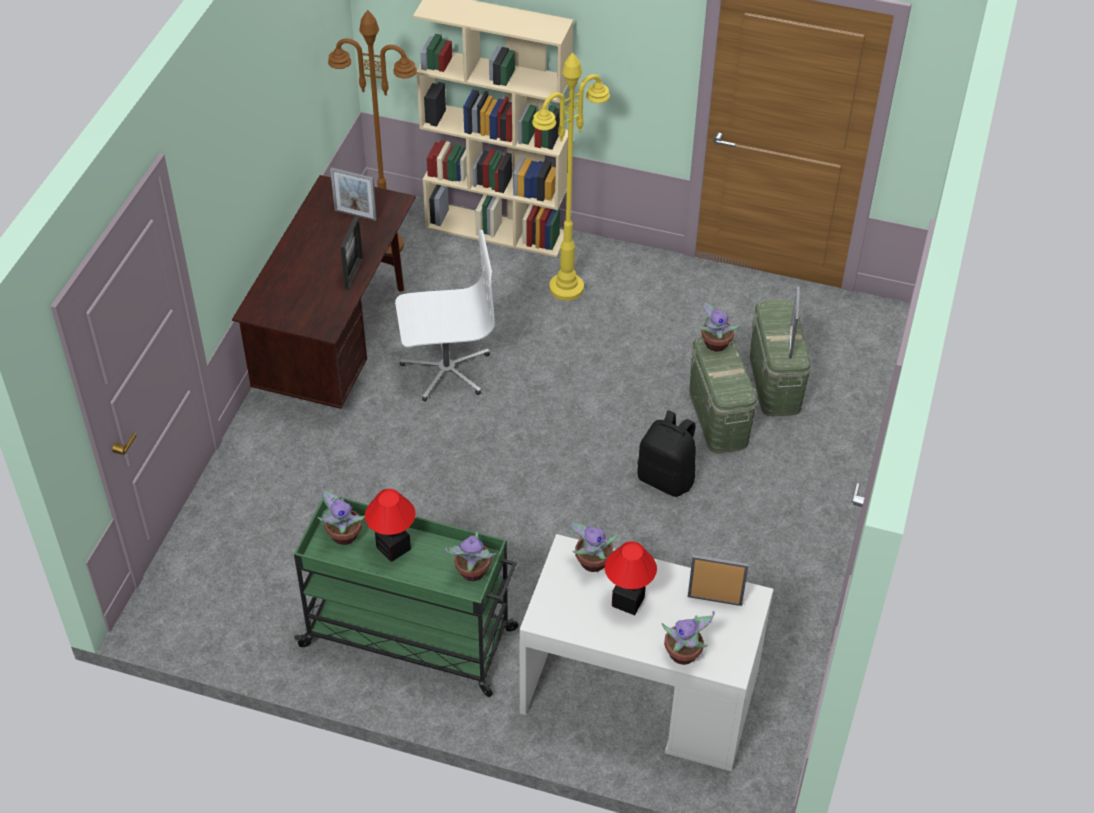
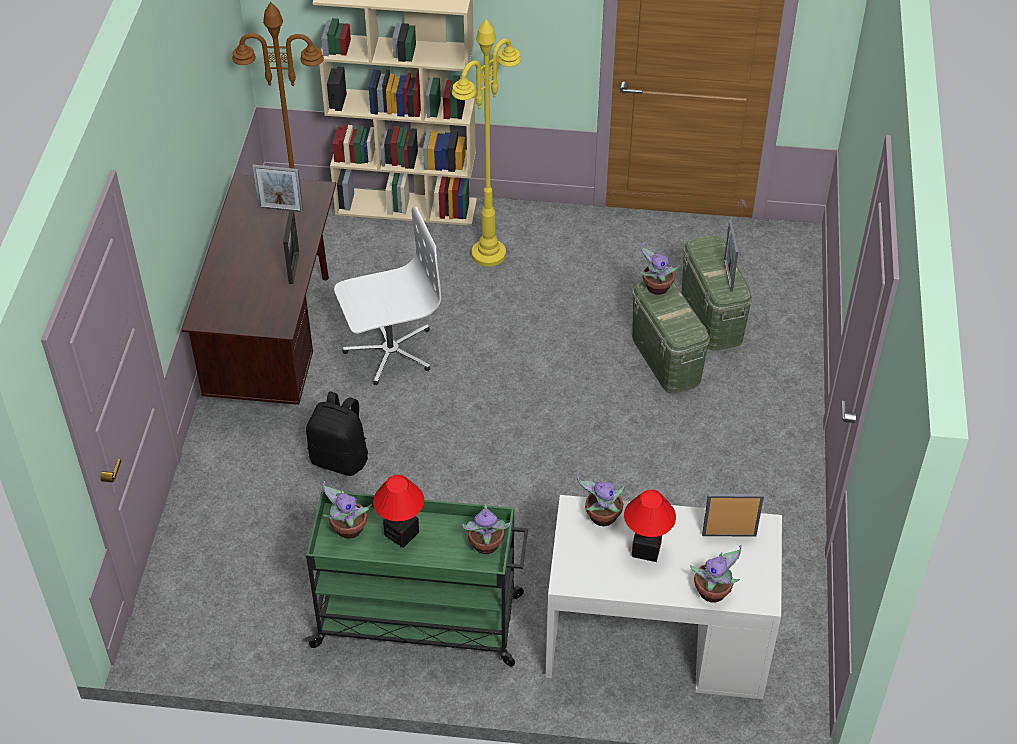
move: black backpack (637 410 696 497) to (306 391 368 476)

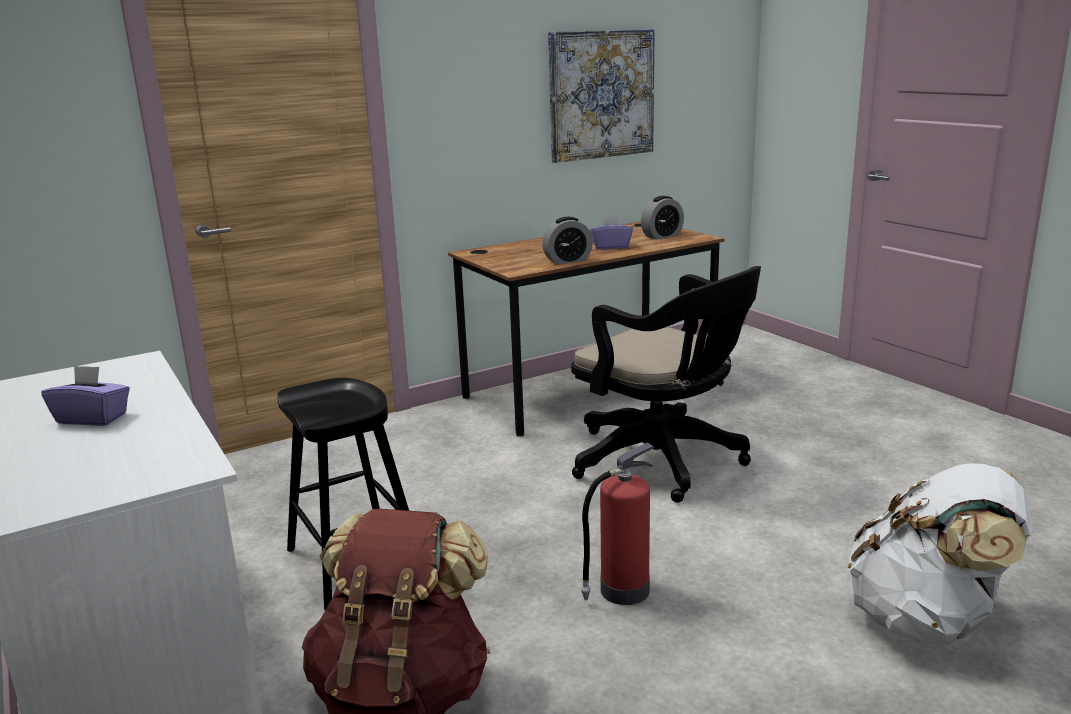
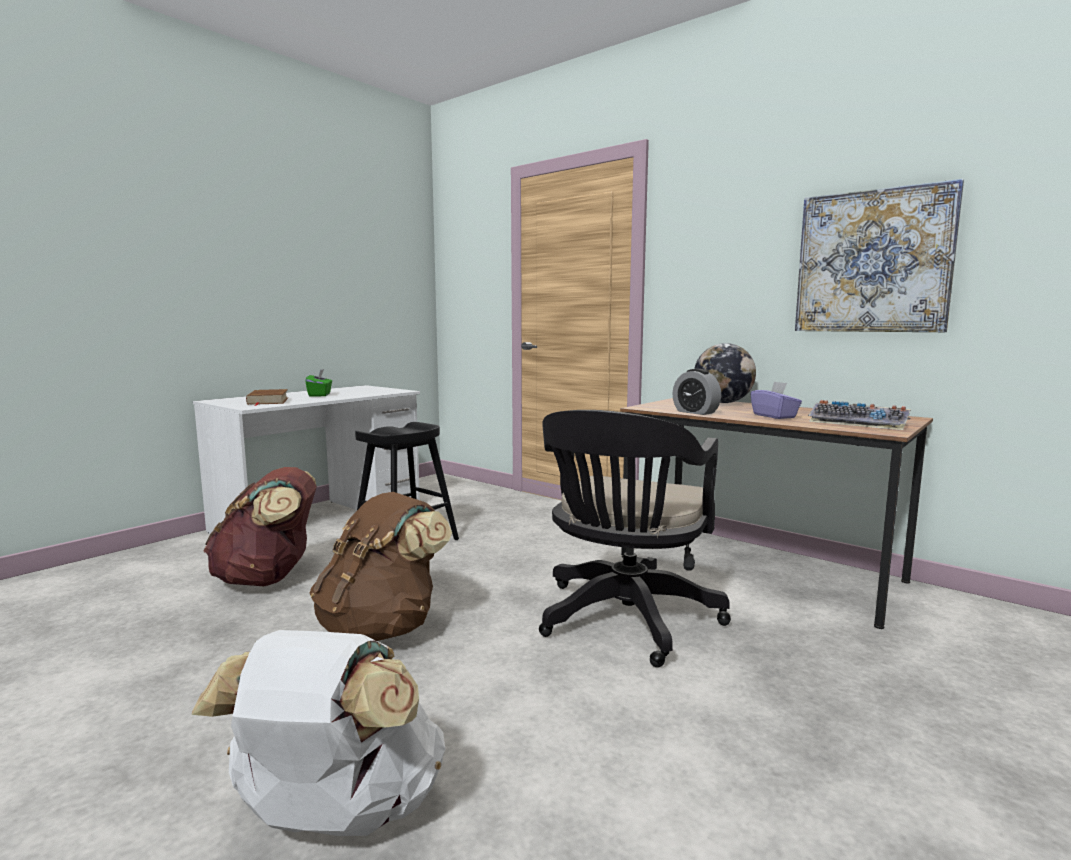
insert: brown book (246 389 288 406); globe (694 343 756 403)
replace: fire extinguisher (580 442 655 605) to brown backpack (310 492 452 641); alarm clock (641 196 684 239) to keyboard (808 400 911 430)
recolor: purple tissue box (41 365 130 426) to green tissue box (305 369 332 397)

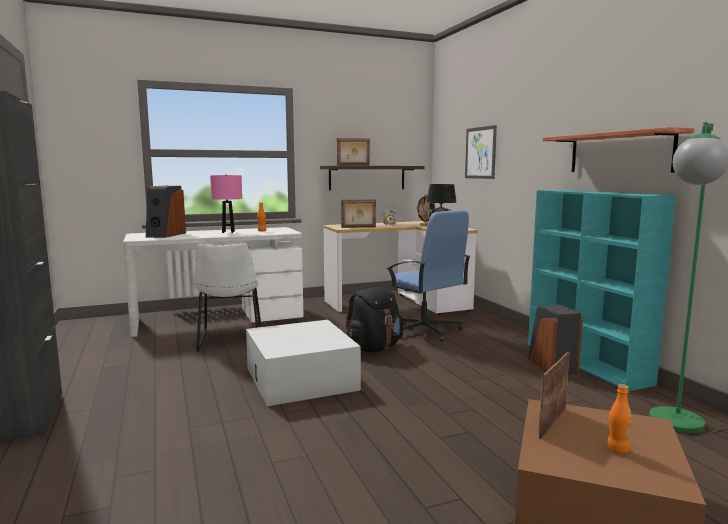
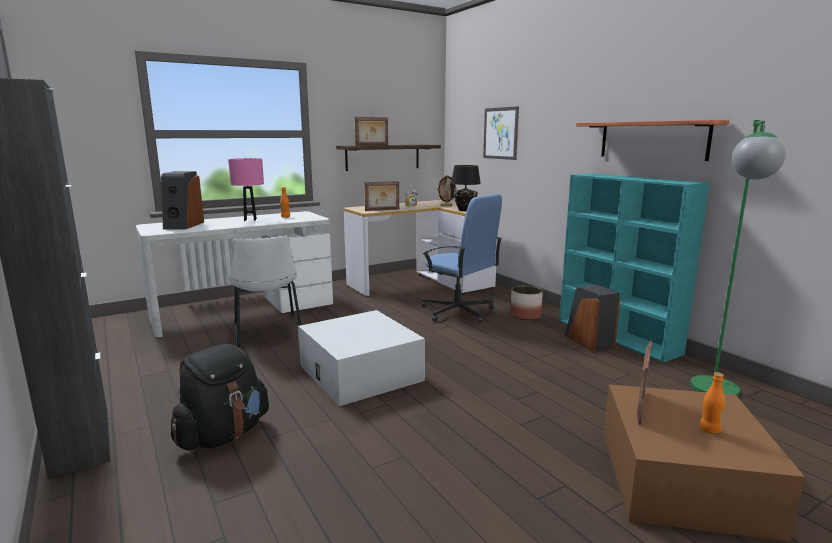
insert: planter (510 286 543 320)
move: black backpack (346 287 403 352) to (171 344 269 450)

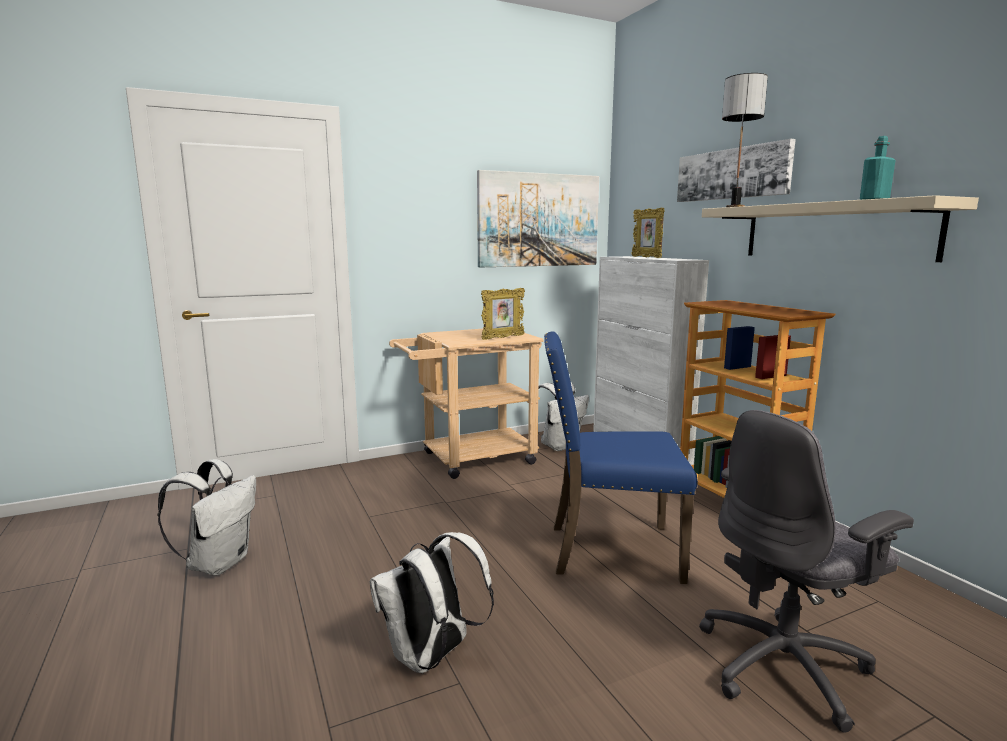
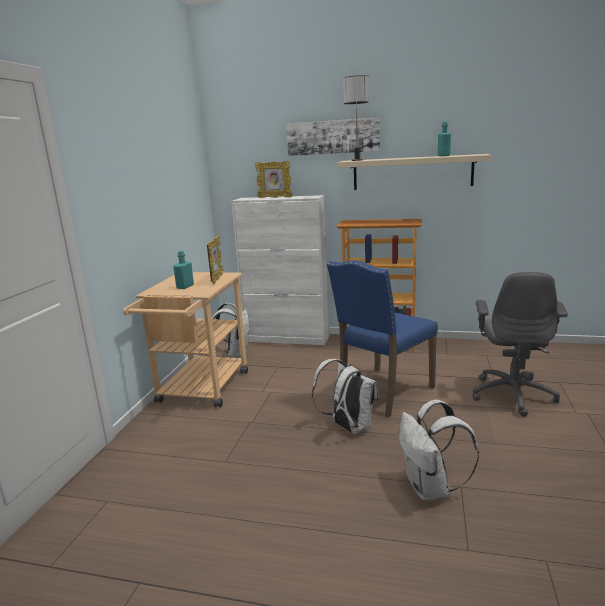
delete: picture (477 170 599 267)
insert: turquoise bottle (173 251 194 289)
move: white backpack (157 459 256 576) to (312 359 379 434)

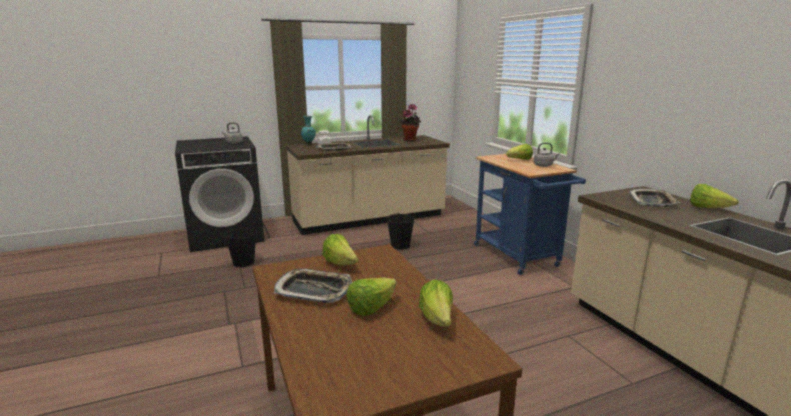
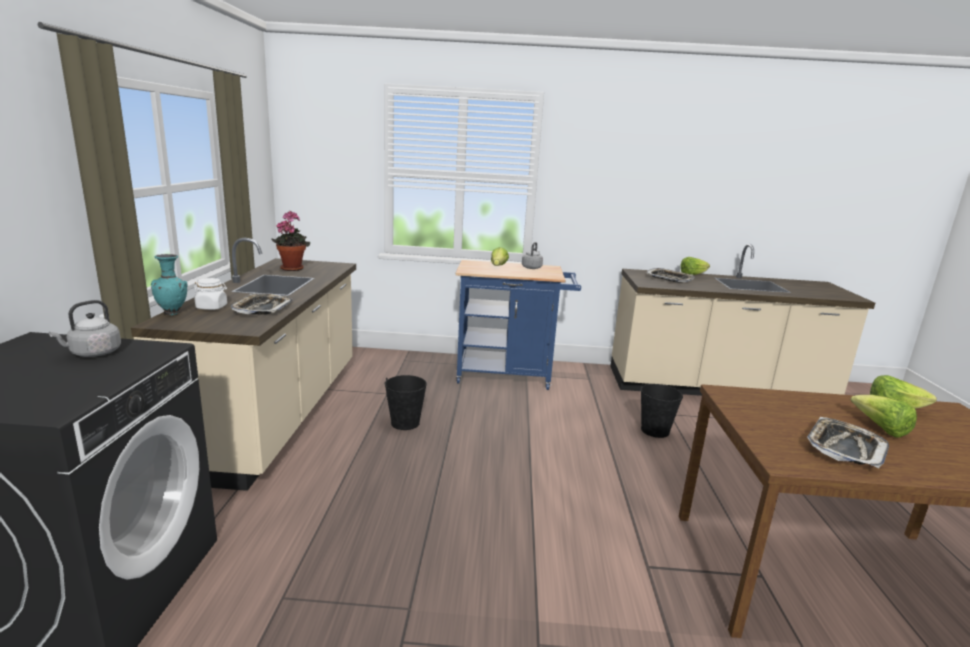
delete: lettuce (322 234 359 265)
move: black bucket (224 226 256 267) to (641 384 683 438)

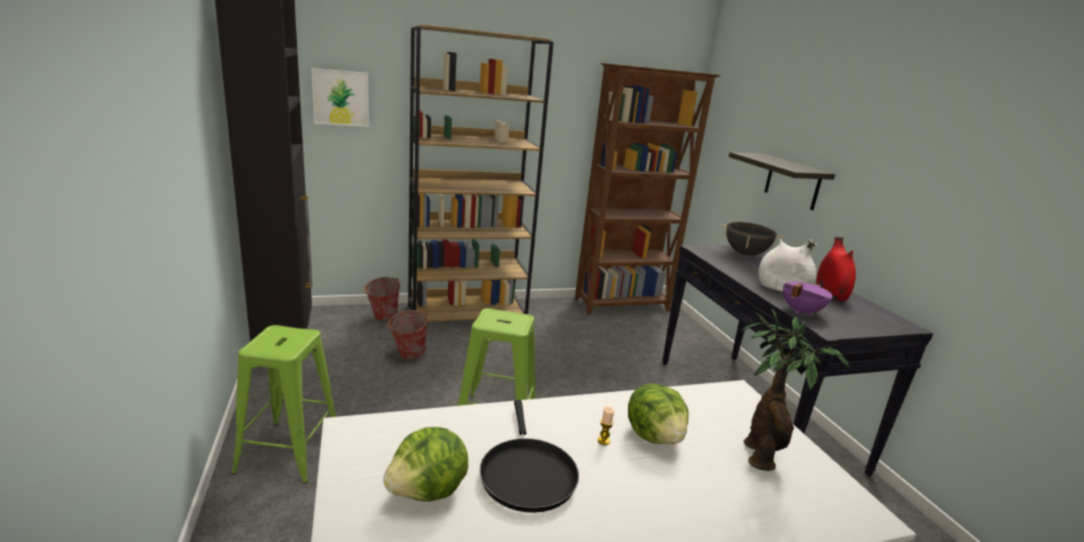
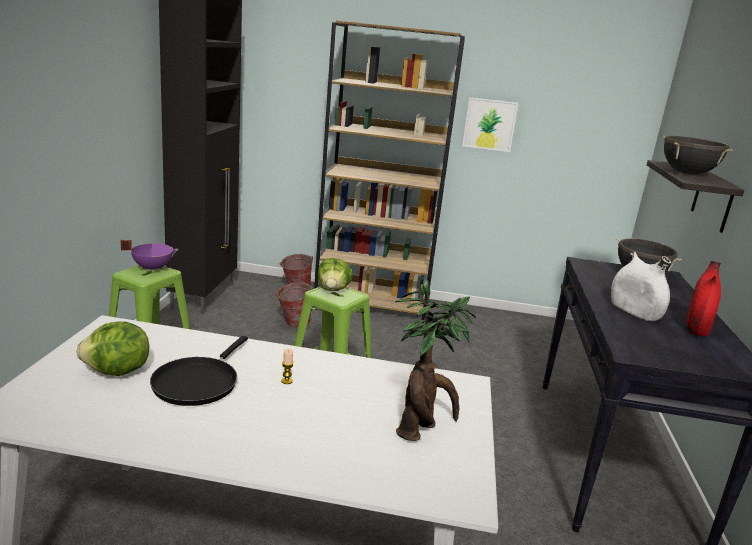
delete: brown bookcase (575 63 721 315)
insert: black cooking pot (663 136 733 175)
move: picture (311 68 369 127) to (462 97 518 152); lettuce (628 383 688 444) to (318 258 353 291); purple cooking pot (783 282 833 315) to (121 240 179 272)

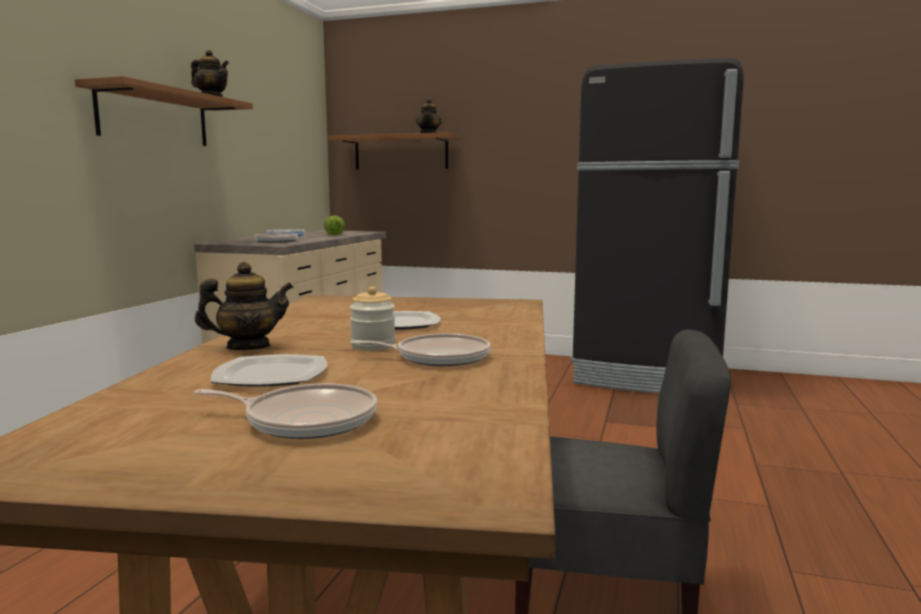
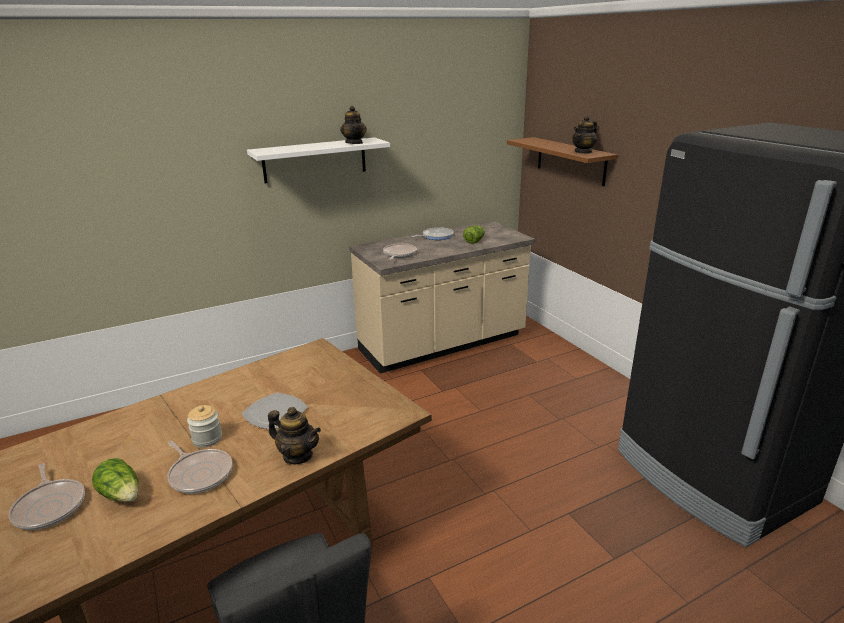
delete: plate (211 354 327 387)
insert: lettuce (92 458 139 502)
move: teapot (195 262 294 350) to (268 407 321 464)
recolor: brown shelf (75 76 253 146) to white shelf (247 137 390 183)

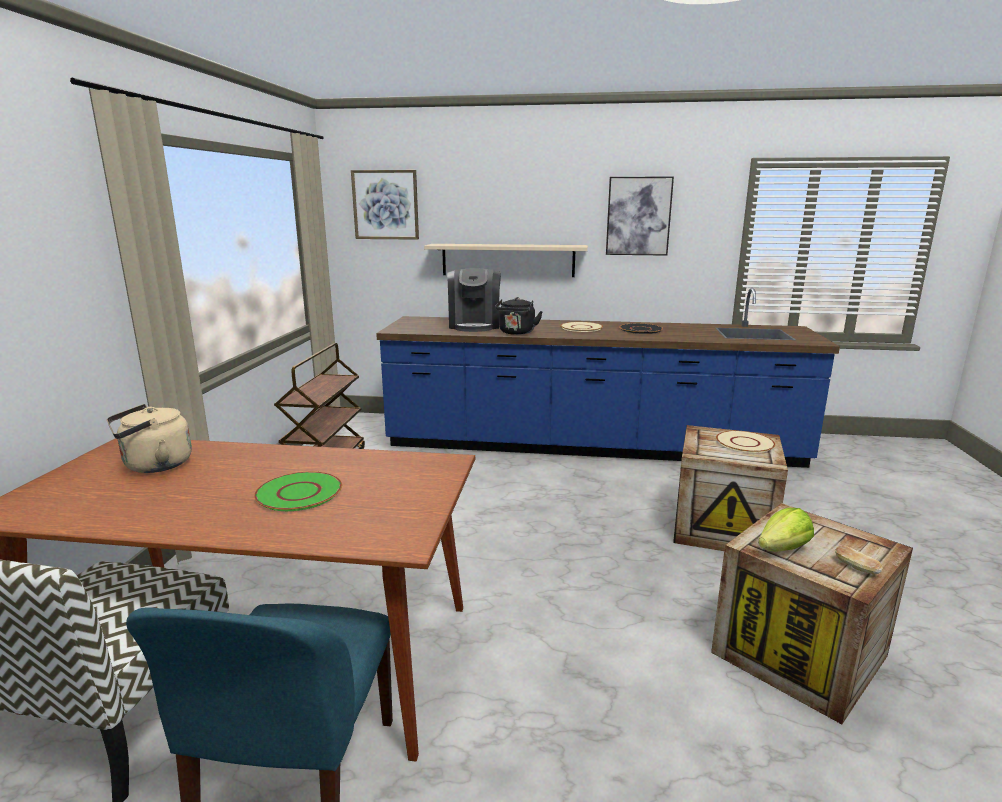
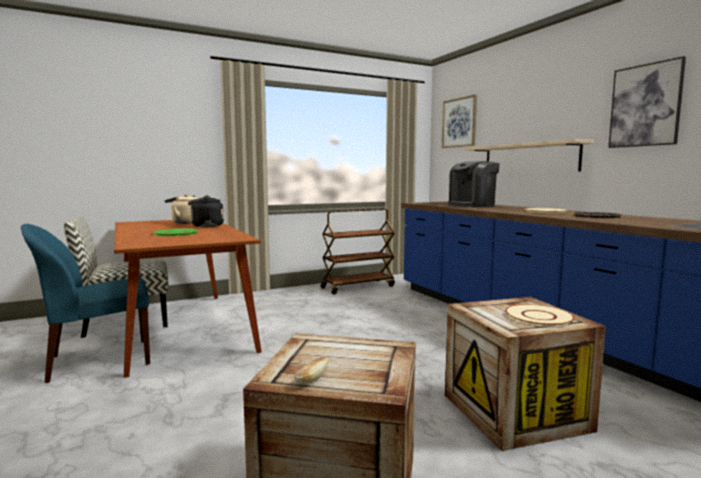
delete: lettuce (758 508 814 552)
move: black kettle (495 297 543 335) to (188 196 224 227)

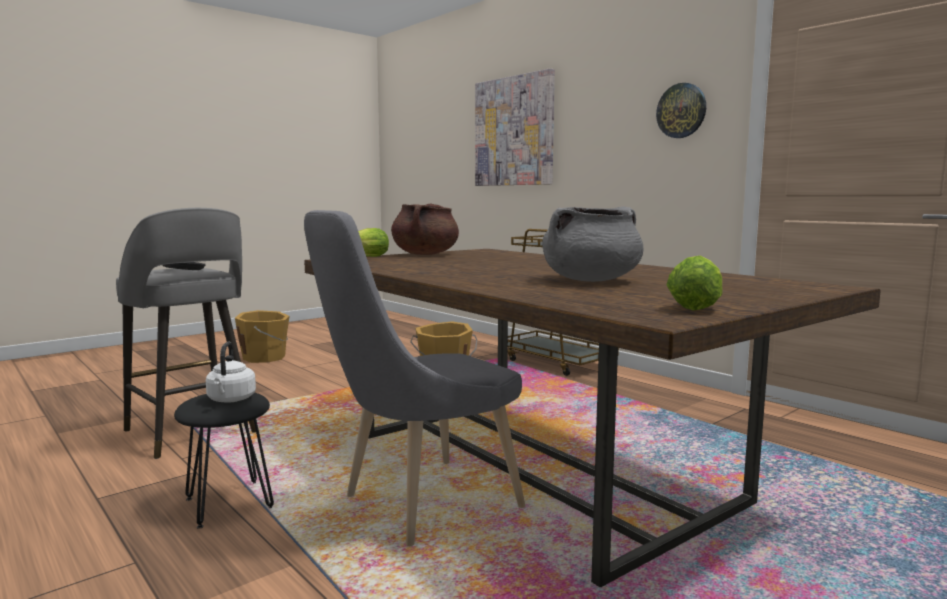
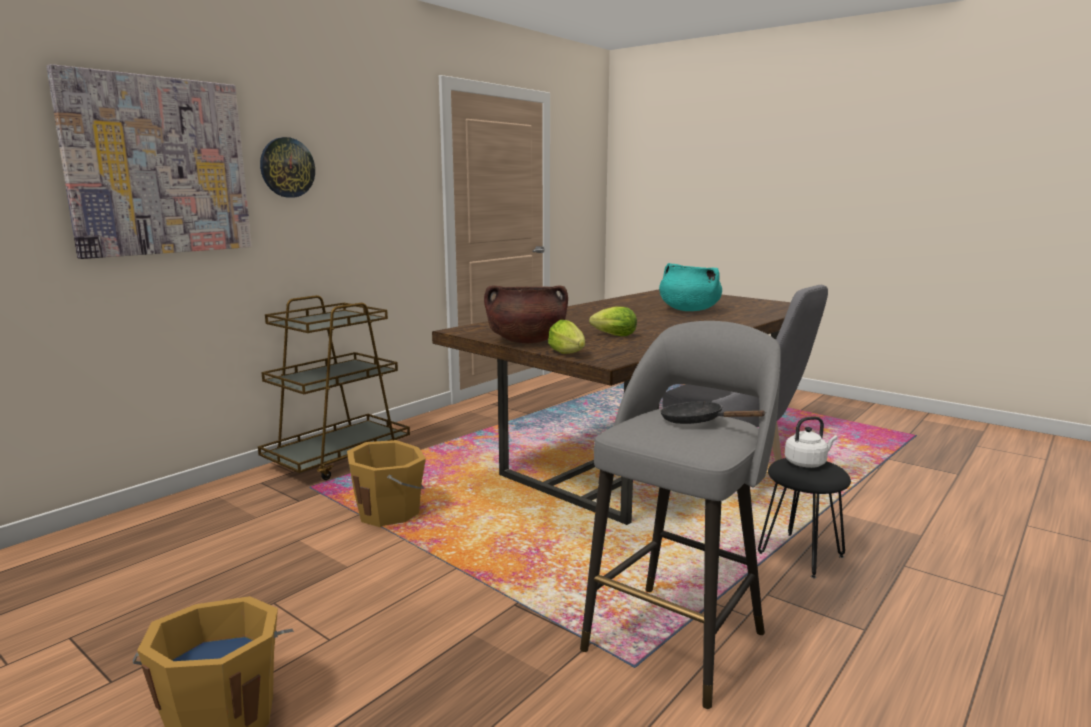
move: wall clock (656 83 706 138) to (260 137 315 198); lettuce (667 255 723 310) to (589 307 637 336)
recolor: grey cooking pot (542 206 643 282) to turquoise cooking pot (659 263 722 311)

